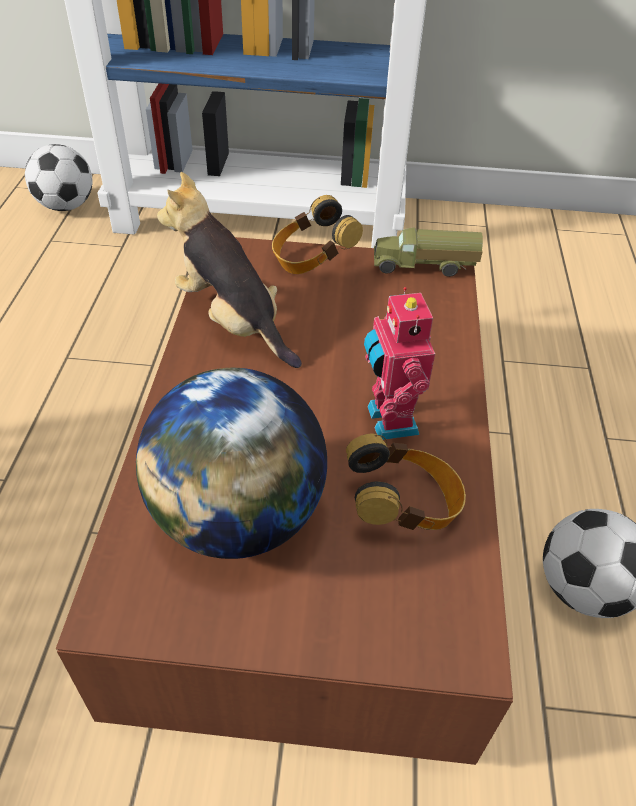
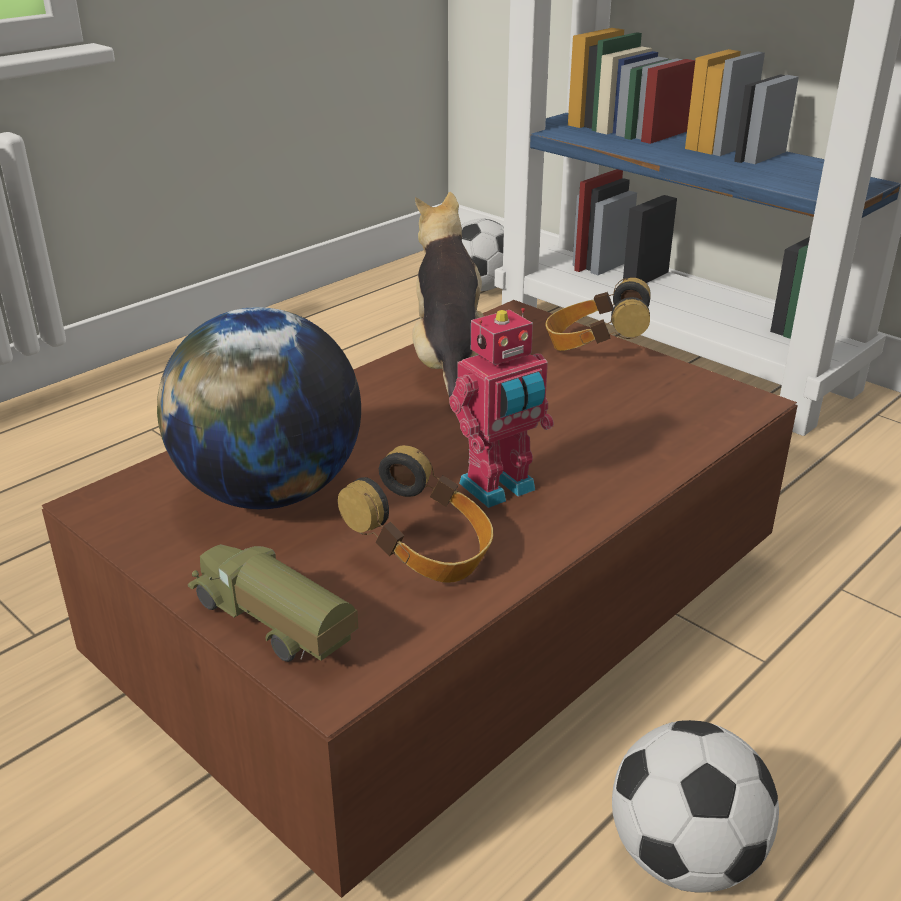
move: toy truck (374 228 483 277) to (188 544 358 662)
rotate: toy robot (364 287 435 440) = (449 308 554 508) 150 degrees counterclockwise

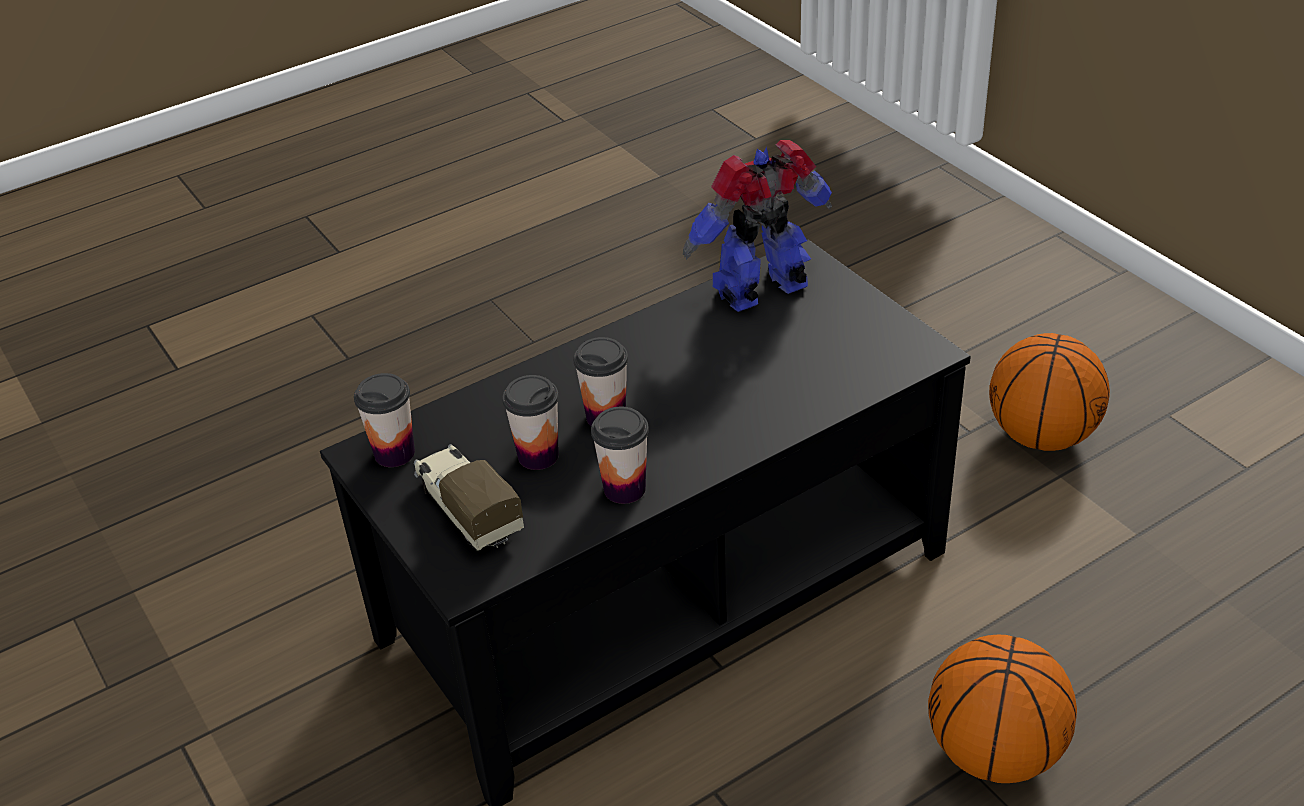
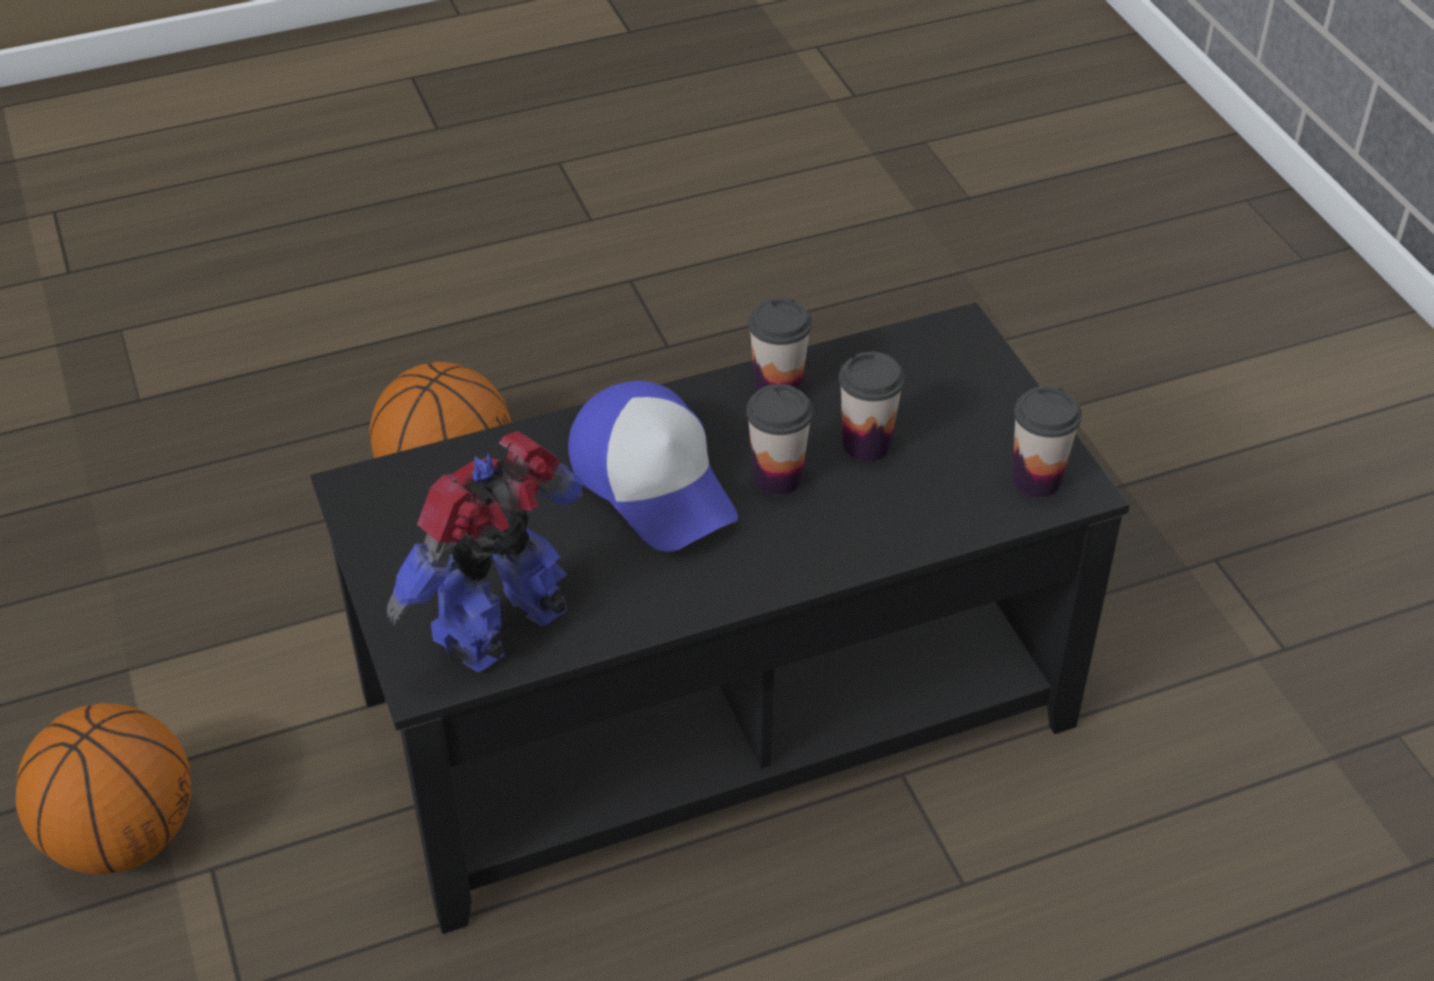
delete: toy truck (414 444 524 550)
insert: cap (568 381 738 552)
rotate: toy robot (683 140 832 312) = (387 431 584 672) 150 degrees clockwise

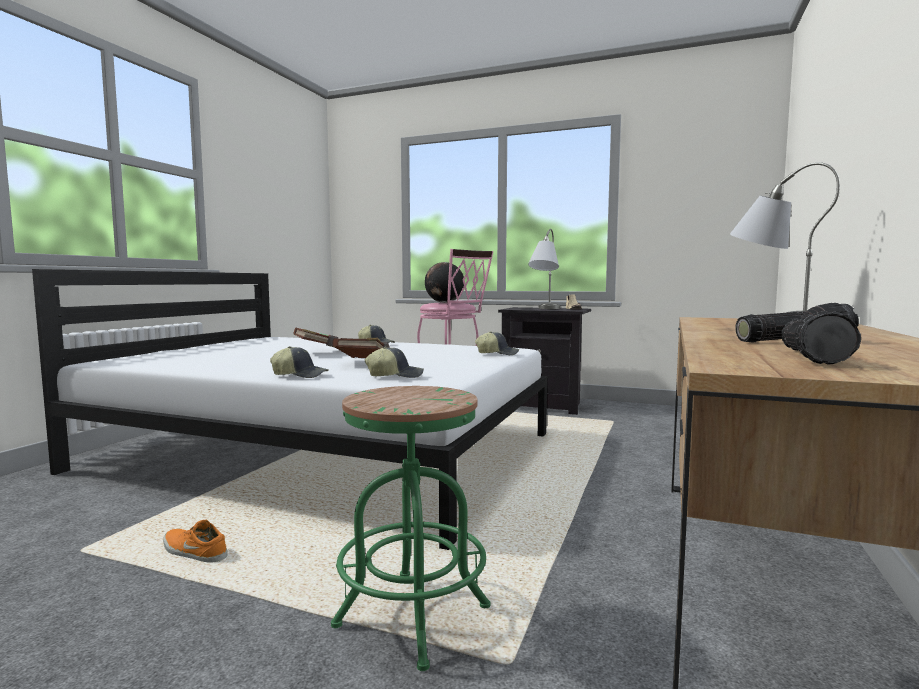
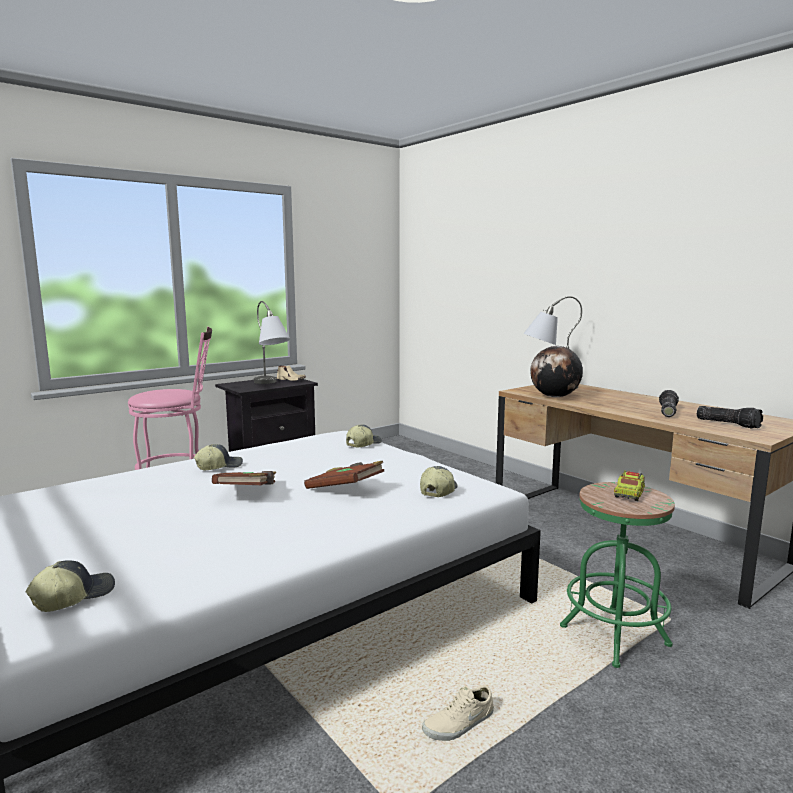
insert: toy truck (614 471 645 501)
move: cap (270 346 329 378) to (25 560 115 612); globe (425 262 464 303) to (530 346 583 397)
recolor: orange shoe (163 520 228 563) to beige shoe (422 685 494 741)

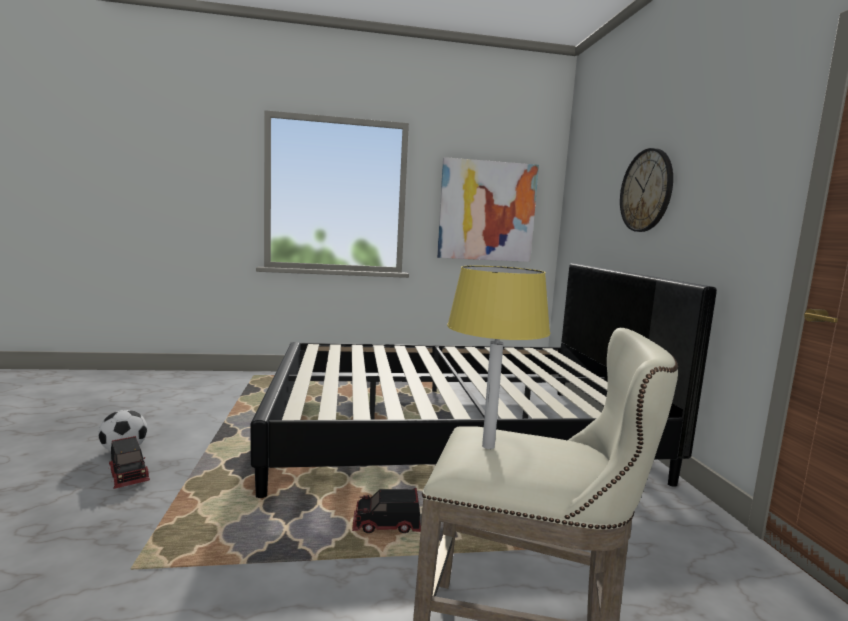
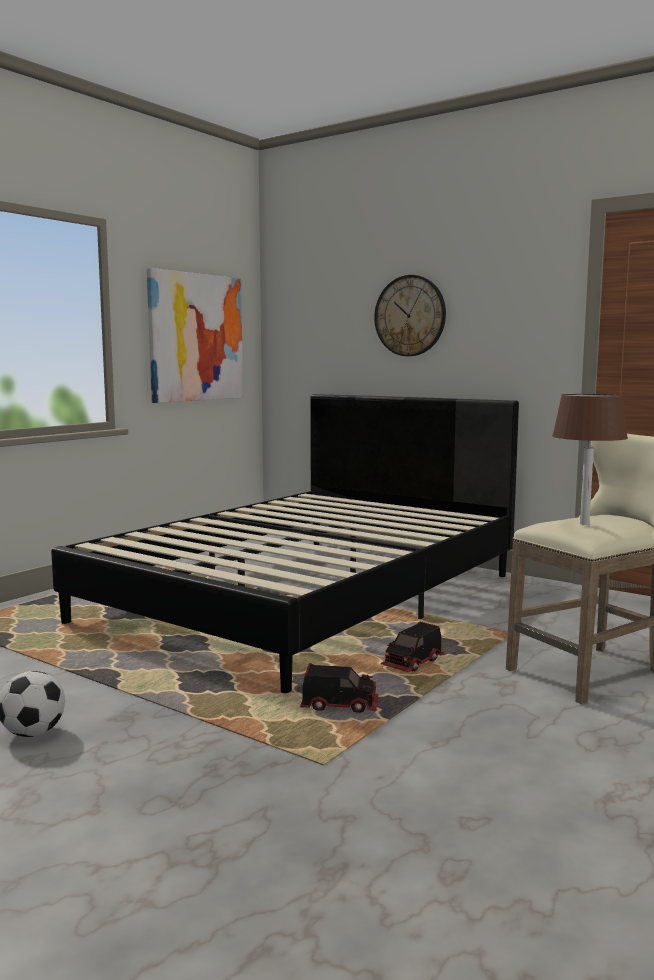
move: toy truck (109 436 150 489) to (300 663 378 713)
recolor: yellow table lamp (447 266 550 449) to brown table lamp (552 394 628 525)

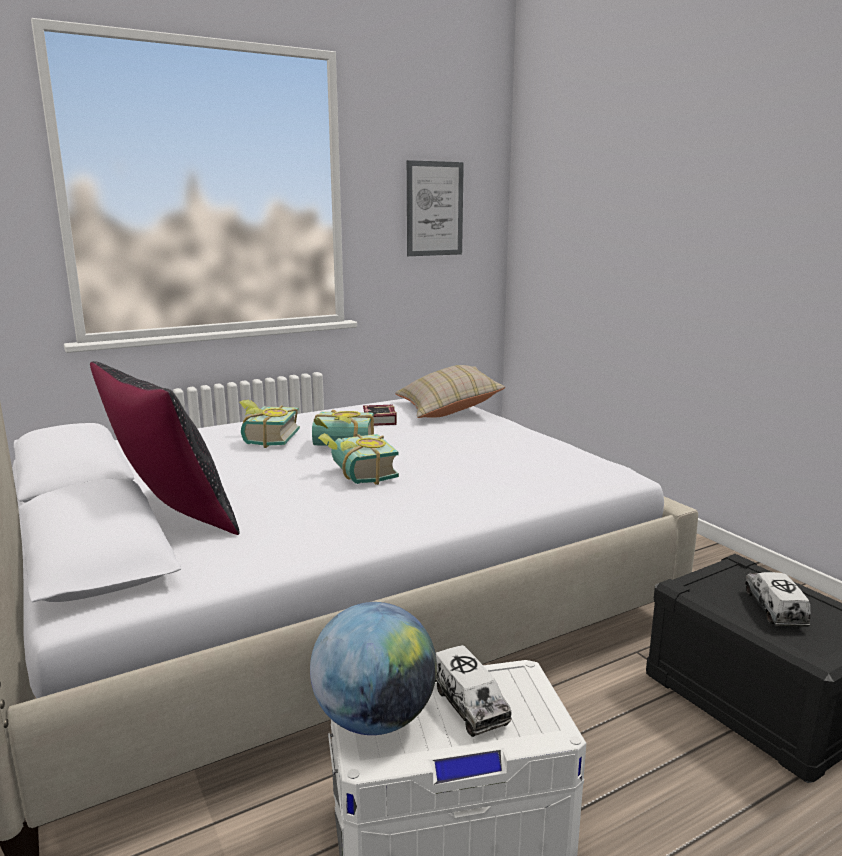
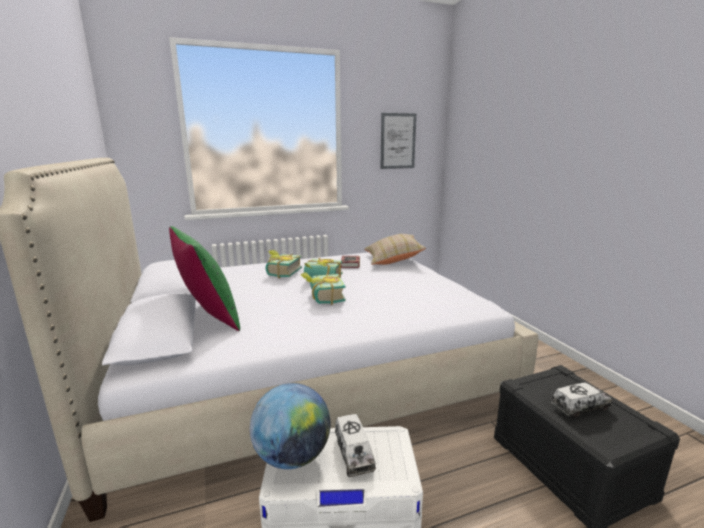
recolor: black pillow (90 361 240 535) to green pillow (169 226 240 331)
rotate: toy truck (745 572 811 627) = (551 383 612 418) 60 degrees clockwise

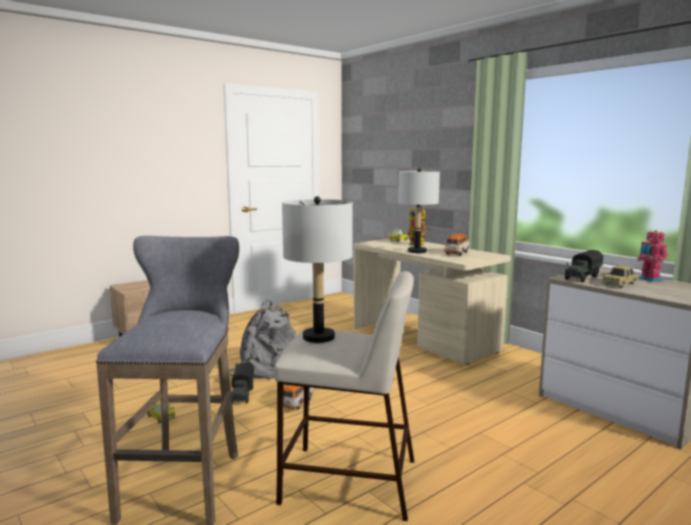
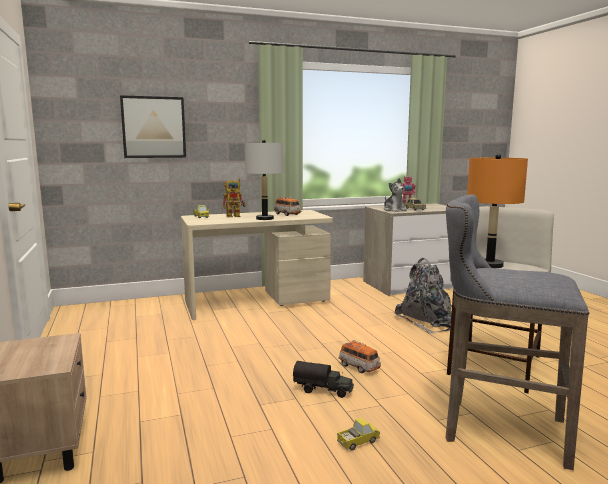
insert: picture (120 95 186 158)
move: grey backpack (229 299 297 379) to (394 258 452 333)
replace: toy truck (564 250 603 282) to plush toy (384 178 407 212)
recolor: grey table lamp (282 196 353 343) to orange table lamp (467 154 528 268)

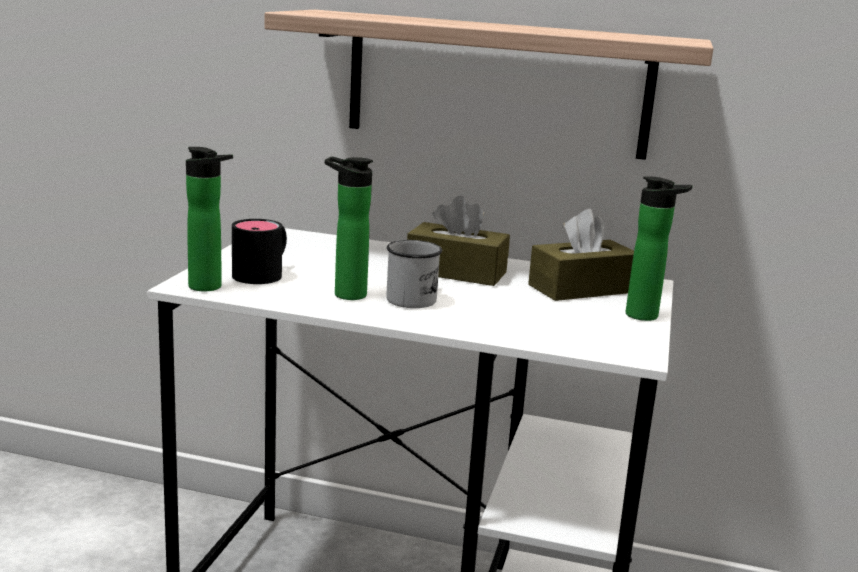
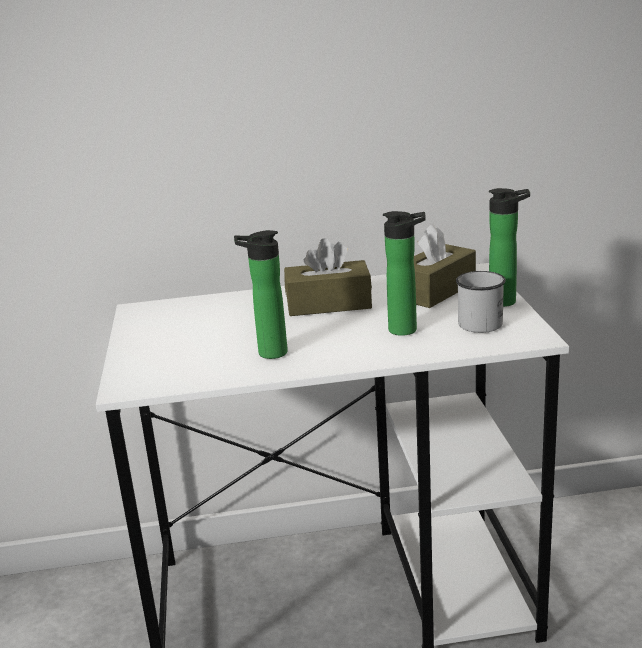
delete: black mug (232 219 287 284); shelf (264 10 713 160)
move: bottle (186 147 233 291) to (383 211 426 336); white mug (386 240 442 308) to (456 271 506 333)

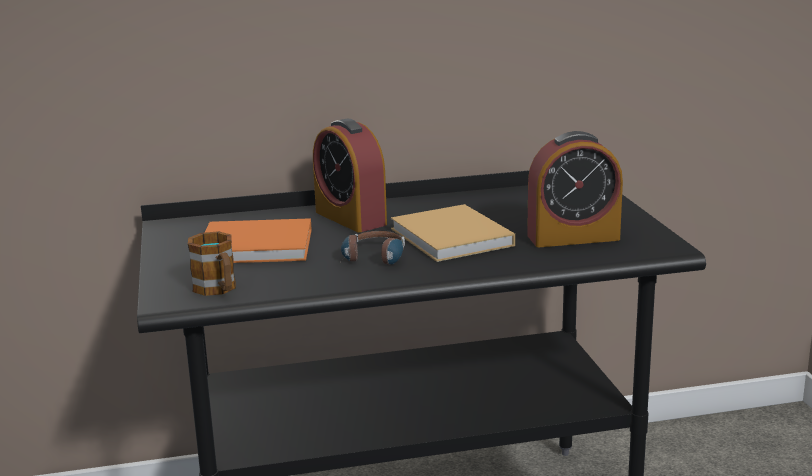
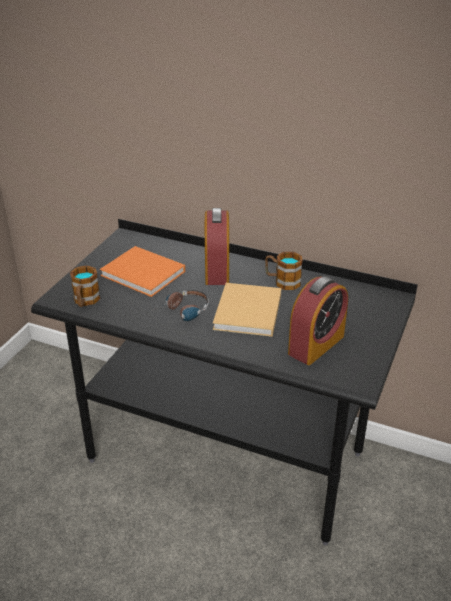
insert: mug (265 252 303 290)
rotate: alarm clock (527 131 623 247) = (288 276 348 365) 75 degrees counterclockwise

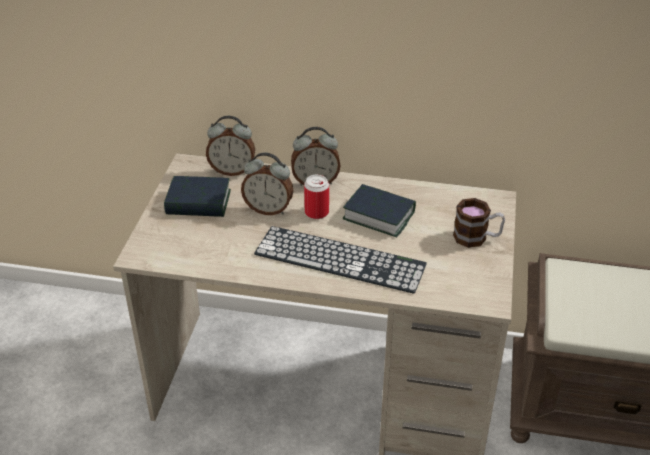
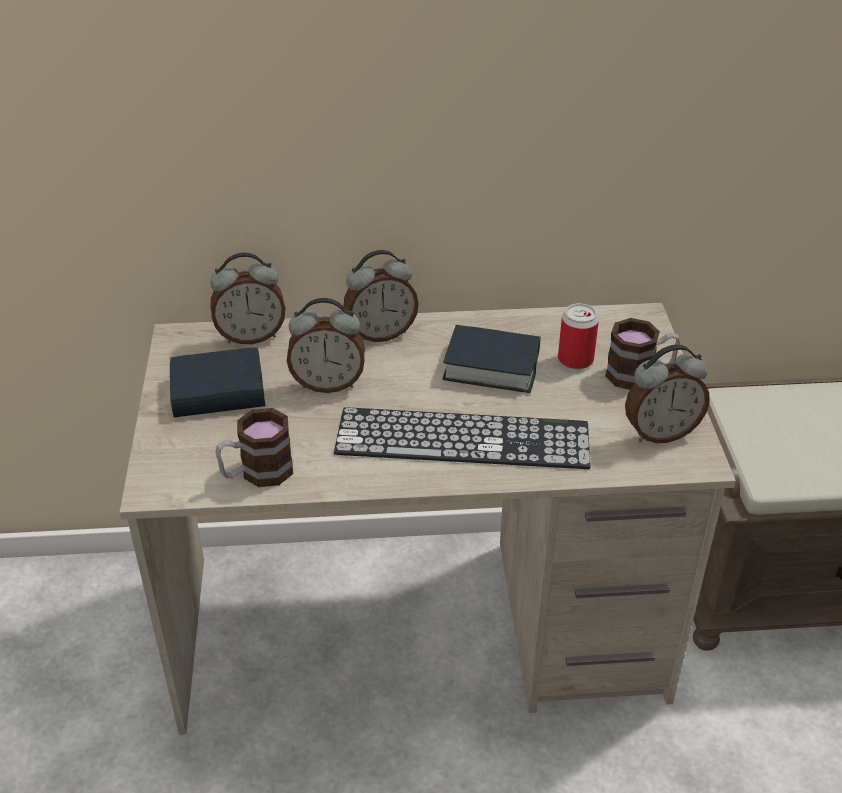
insert: mug (215 408 293 487); alarm clock (625 344 710 443)
move: can (304 175 329 219) to (558 303 599 369)

